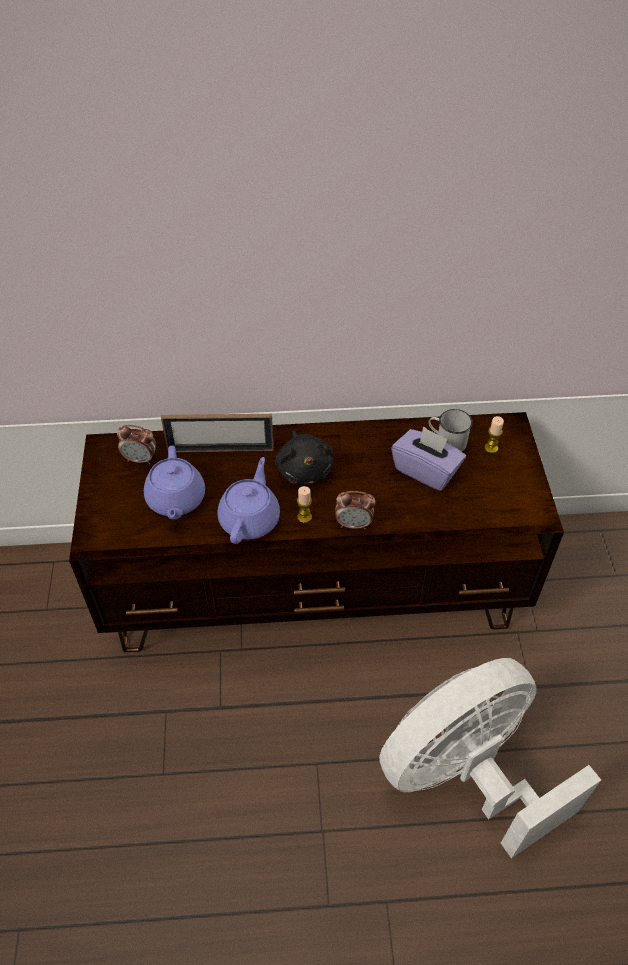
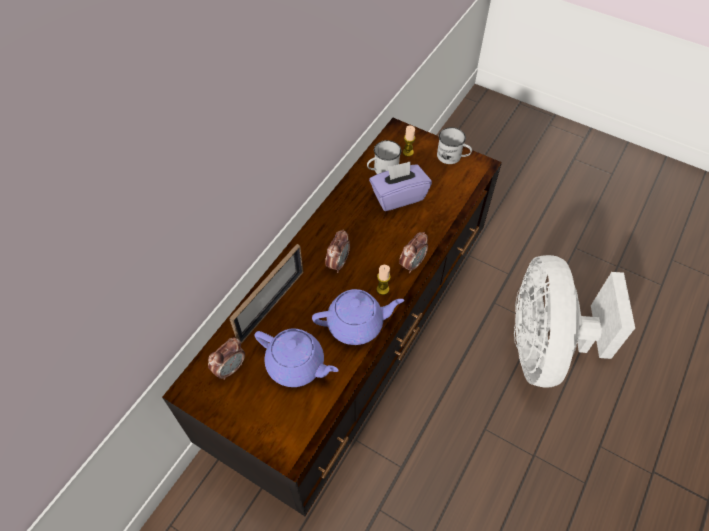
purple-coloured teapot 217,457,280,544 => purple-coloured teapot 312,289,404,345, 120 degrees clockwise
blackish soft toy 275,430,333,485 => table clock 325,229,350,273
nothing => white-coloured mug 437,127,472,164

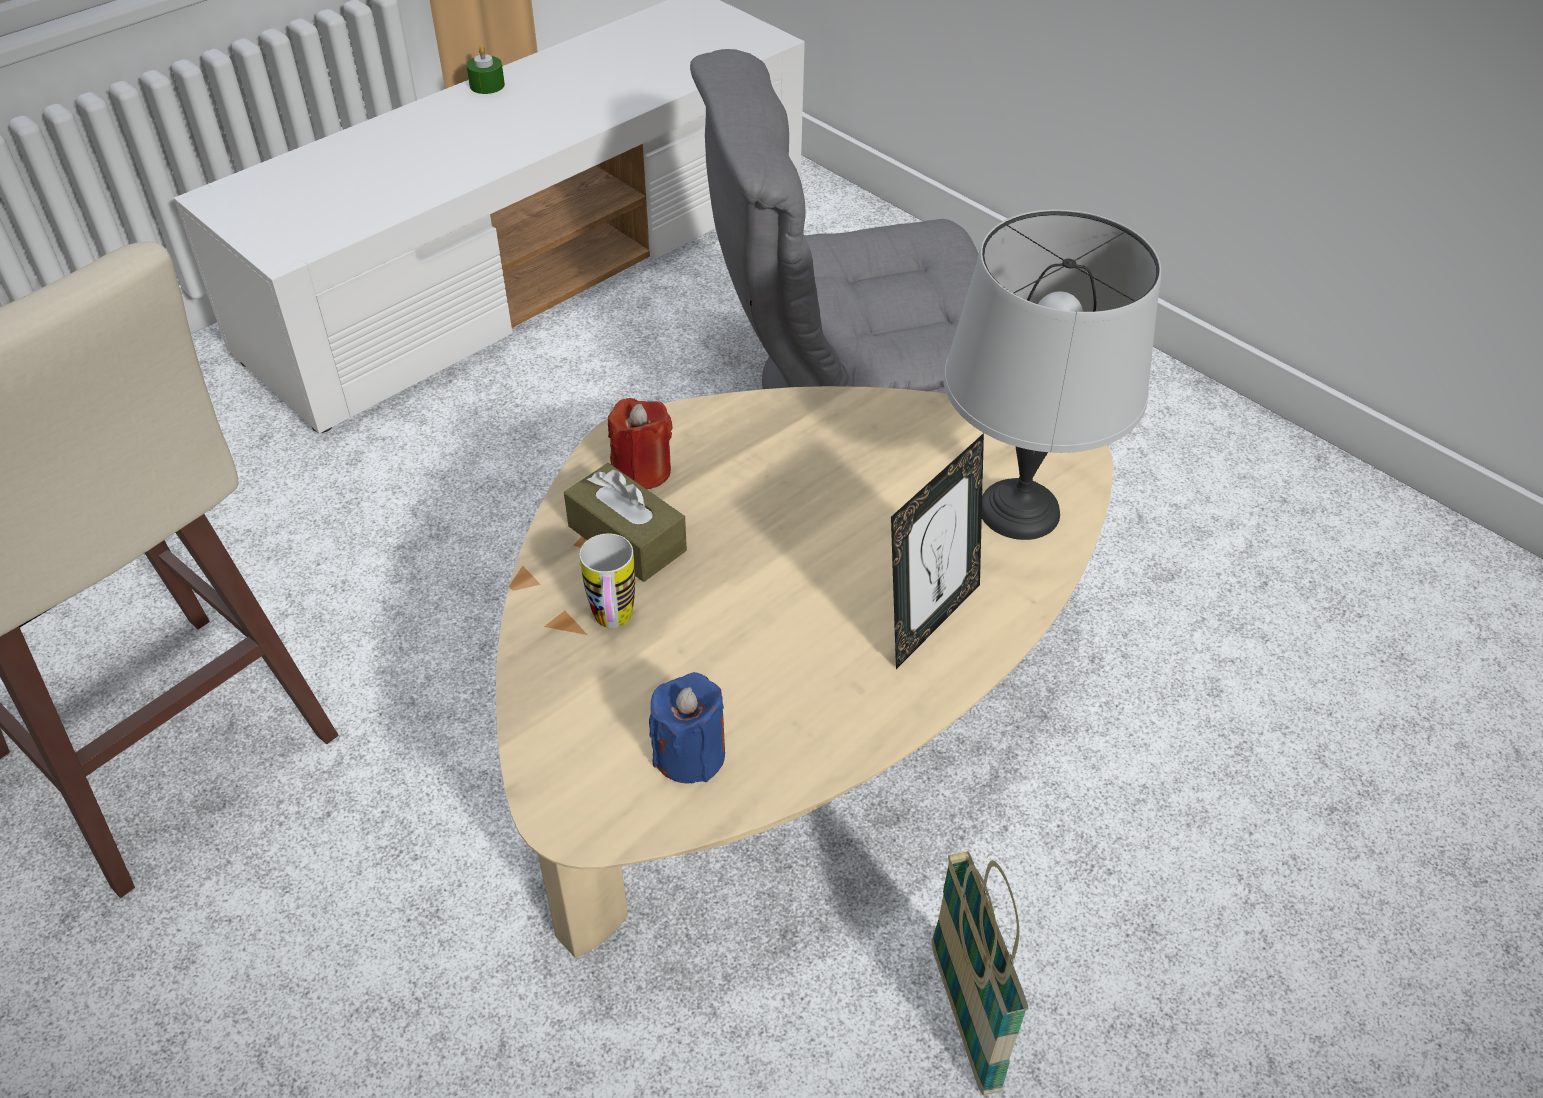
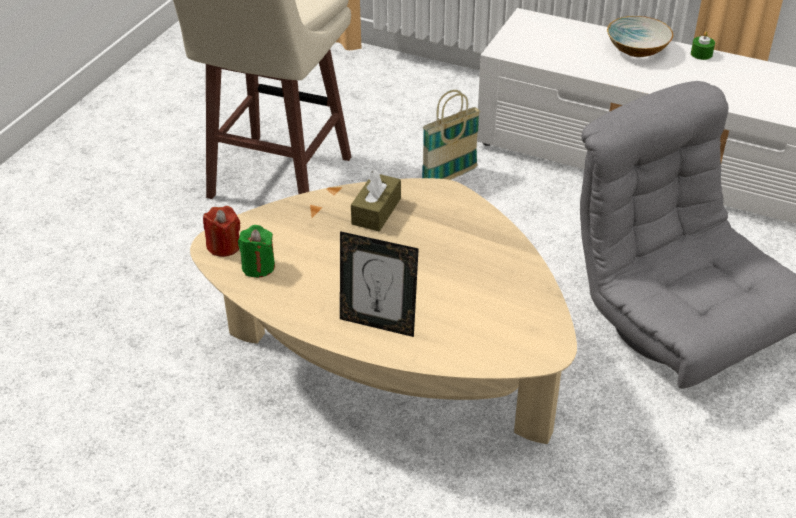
mug 579,534,635,628 => nothing
red-coloured wax light 608,398,673,490 => red-coloured wax light 203,206,240,257, shifted
blue wax light 649,672,725,784 => green-coloured wax light 238,225,275,278
storage basket 931,851,1029,1095 => storage basket 422,90,480,180, shifted
gray tabletop lamp 943,209,1161,540 => nothing
nothing => deep dish 607,16,673,57

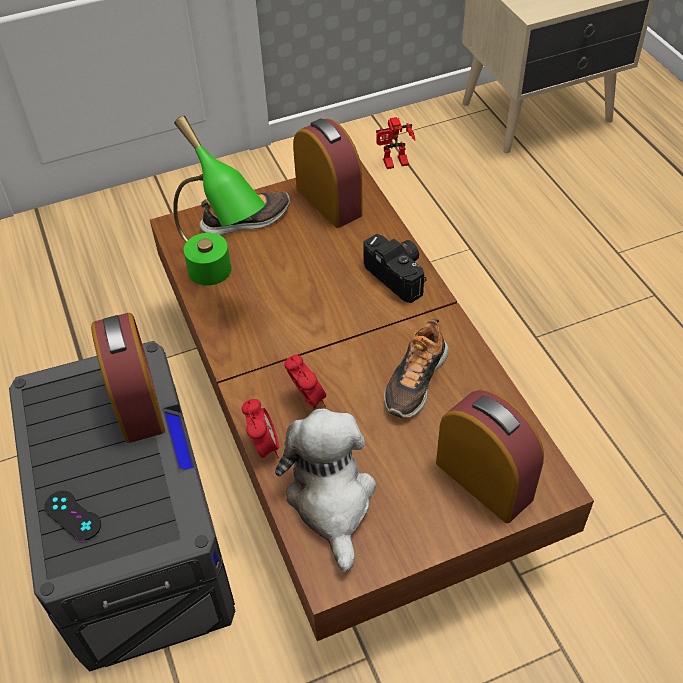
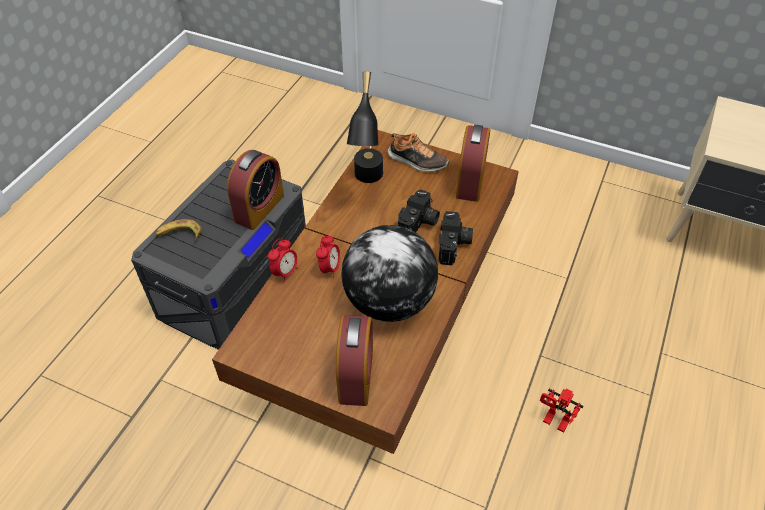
blackish game controller 45,491,101,541 => banana 155,219,202,240
green-coloured tabletop lamp 173,116,265,286 => blackish tabletop lamp 347,71,383,183
soft toy 275,408,376,572 => nothing
robot figure 376,117,415,169 => robot figure 540,388,584,433, shifted
item of footwear 384,319,449,418 => globe 341,225,438,322
nothing => still camera 398,189,440,232

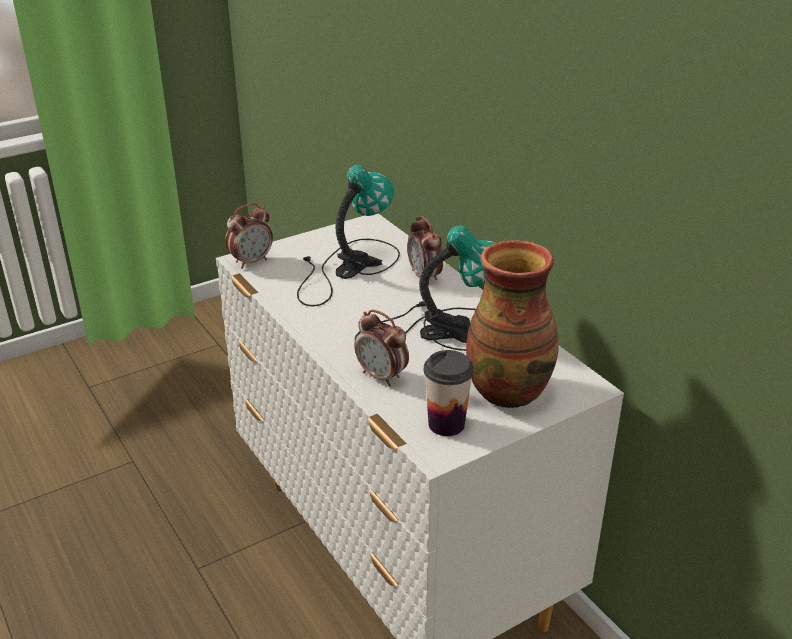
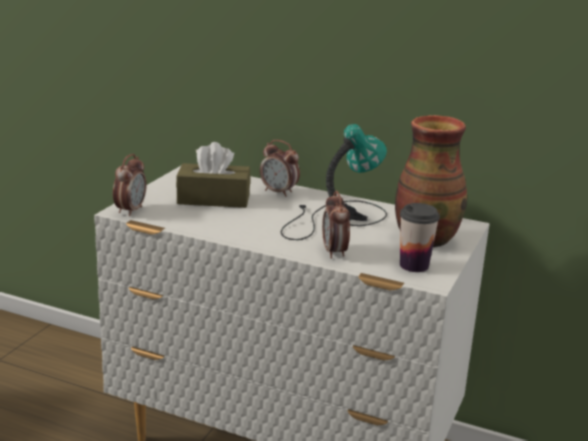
tabletop lamp 297,165,400,307 => brownish tissue box 176,142,251,208
table clock 355,310,409,387 => table clock 322,191,350,259, 75 degrees clockwise

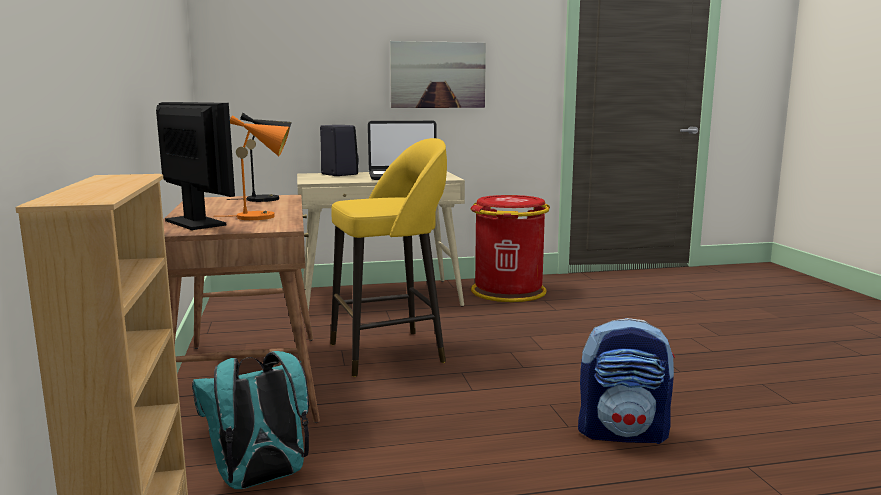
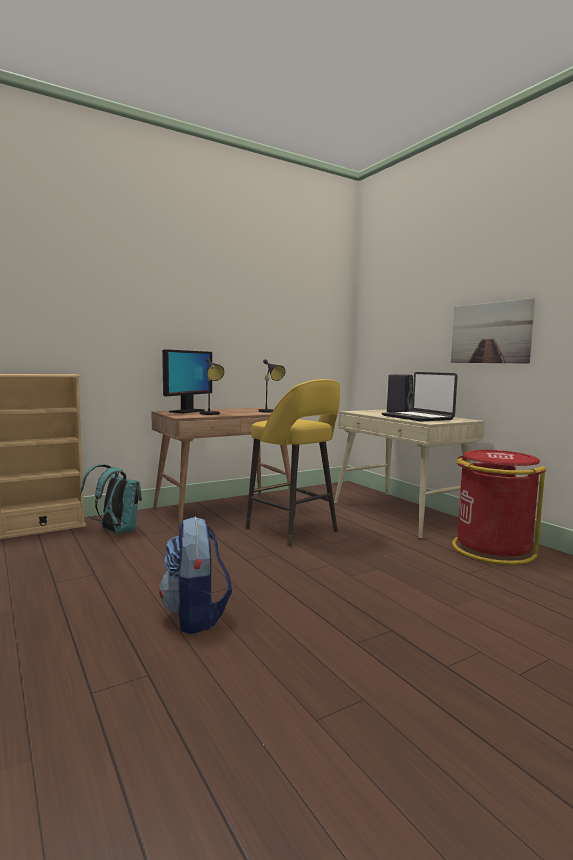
orangey tabletop lamp 214,115,290,220 => blackish tabletop lamp 199,358,224,415

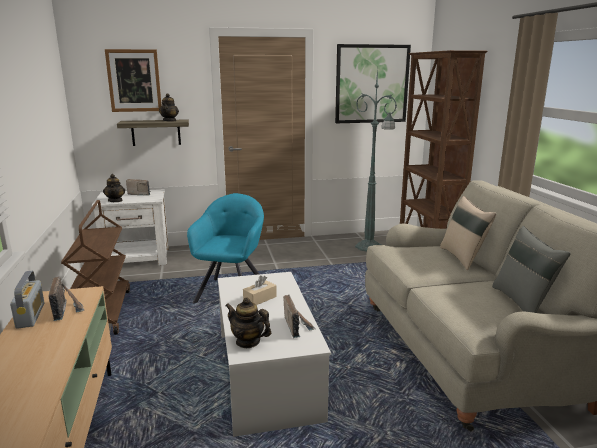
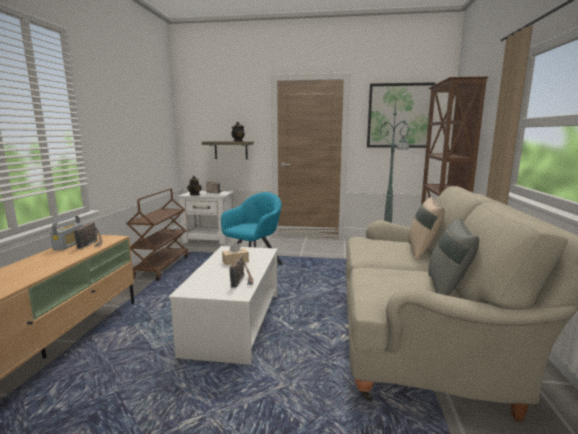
picture 105,49,162,112 => nothing
teapot 225,297,271,348 => nothing

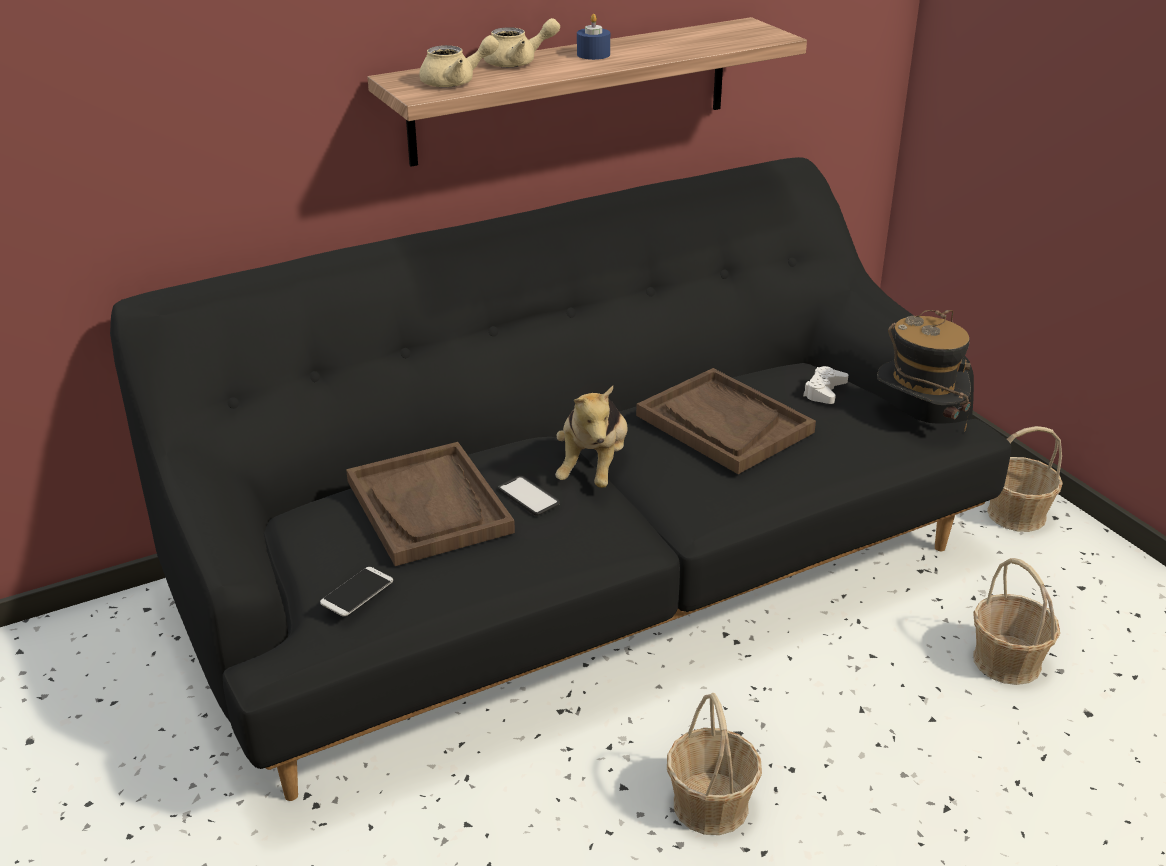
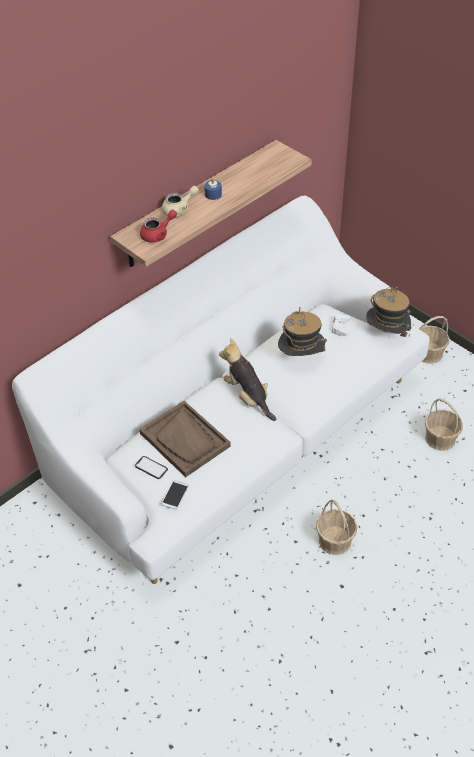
blackish couch 110,157,1011,801 => white-coloured couch 12,196,430,584
sand-coloured teapot 419,35,499,88 => red-coloured teapot 140,210,177,243
telephone 498,476,560,515 => telephone 135,456,168,479, shifted
soft toy 555,386,627,488 => soft toy 219,338,276,421, 150 degrees clockwise
brownish serving tray 636,368,816,474 => wearable hat 278,308,327,356

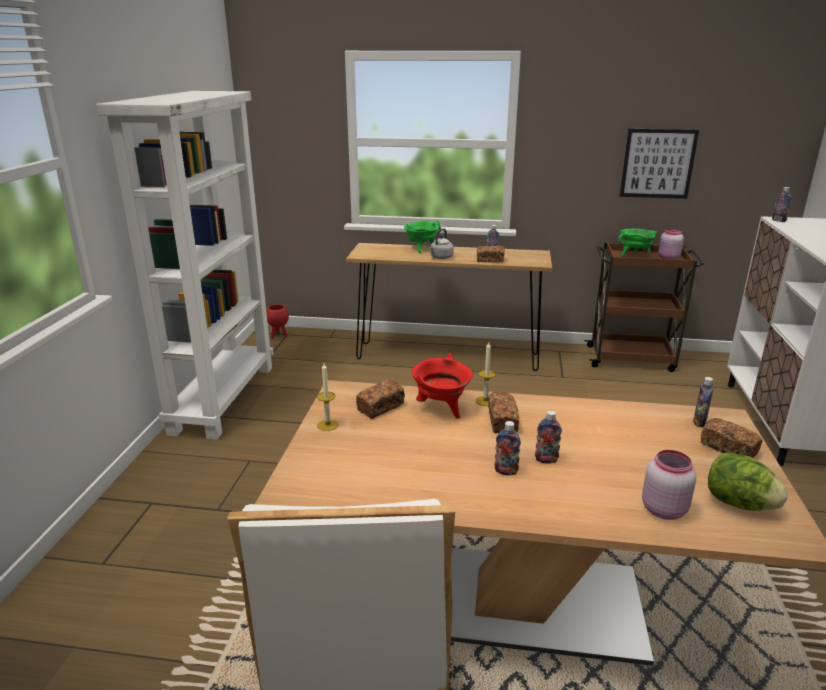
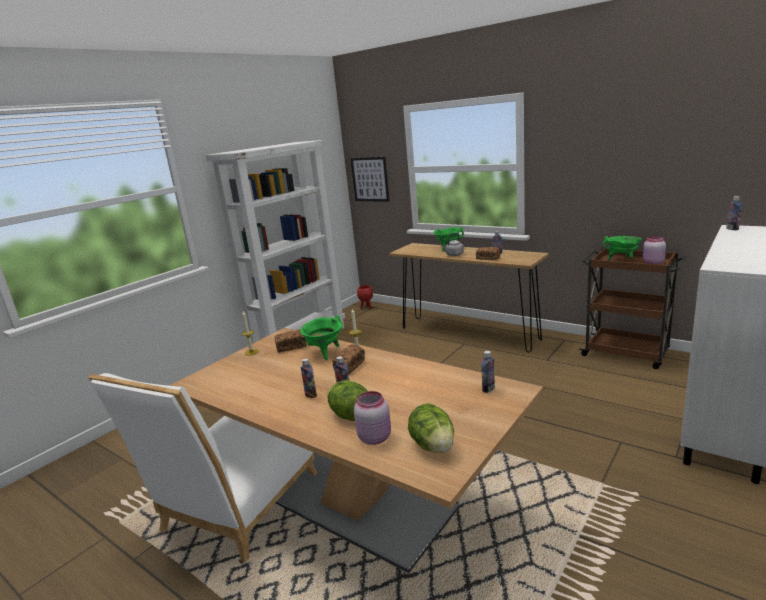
red-coloured cooking pot 411,353,473,418 => green-coloured cooking pot 300,315,343,360
picture 620,129,699,199 => picture 350,157,389,202, shifted
baked bread 701,418,763,458 => nothing
nothing => lettuce 327,380,368,421

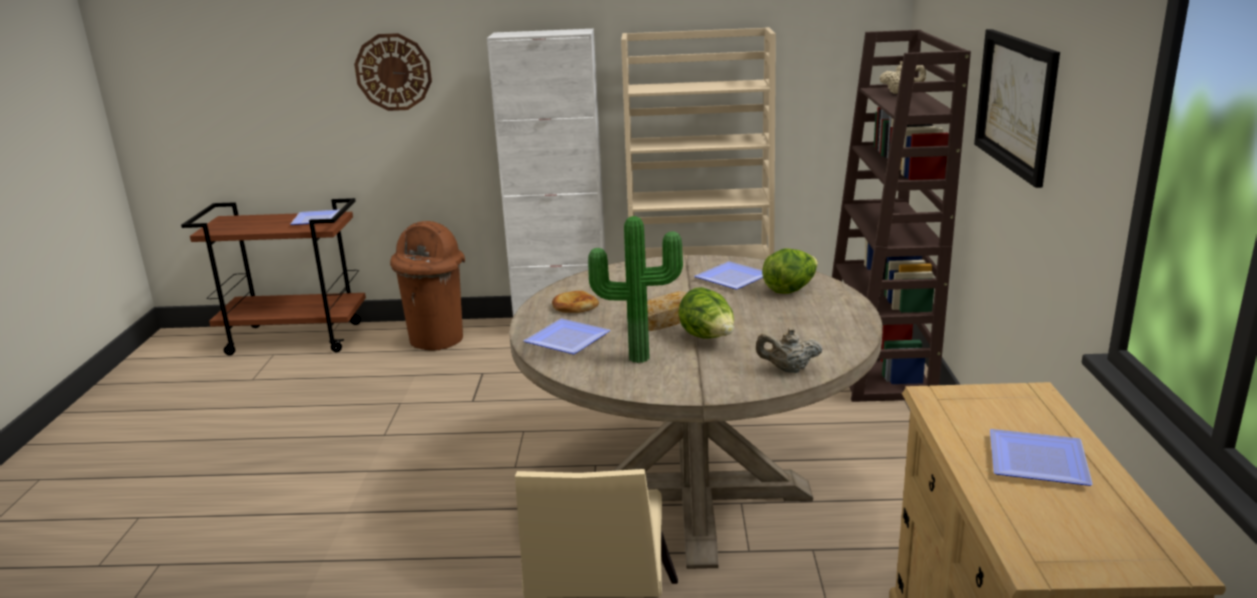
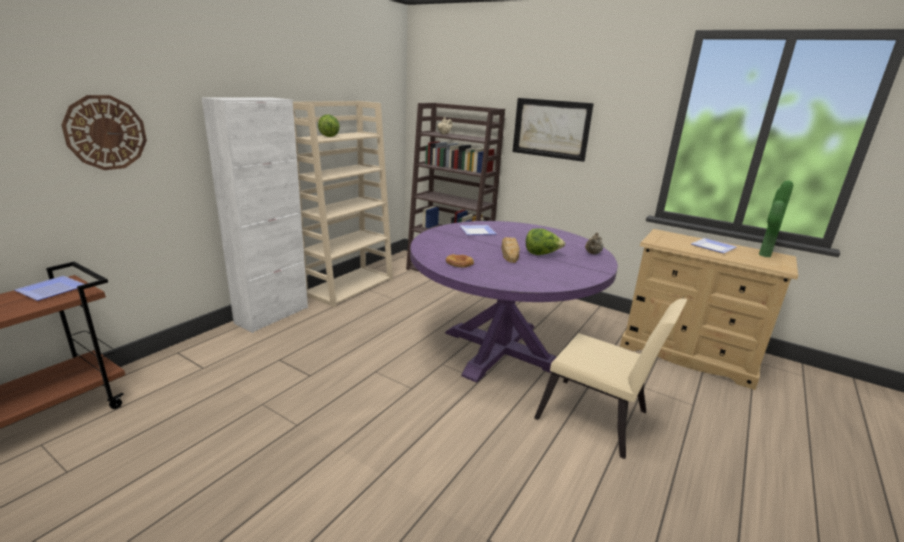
brownish rubbish bin 390,221,465,350 => nothing
sand-coloured dining table 509,255,883,569 => purple-coloured dining table 410,221,618,383
plate 524,319,611,354 => nothing
houseplant 588,216,683,363 => houseplant 759,181,793,257, shifted
lettuce 762,248,818,294 => lettuce 318,114,340,137, shifted

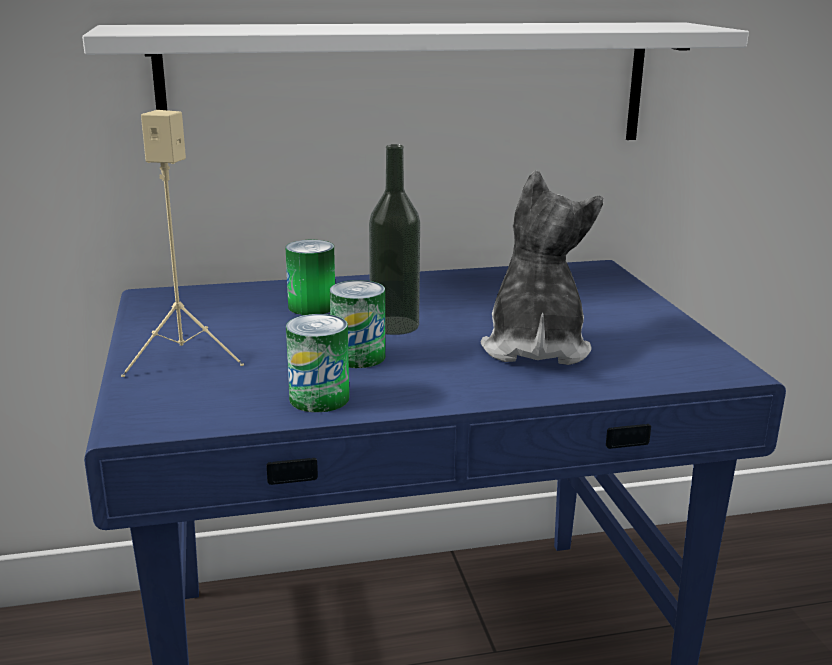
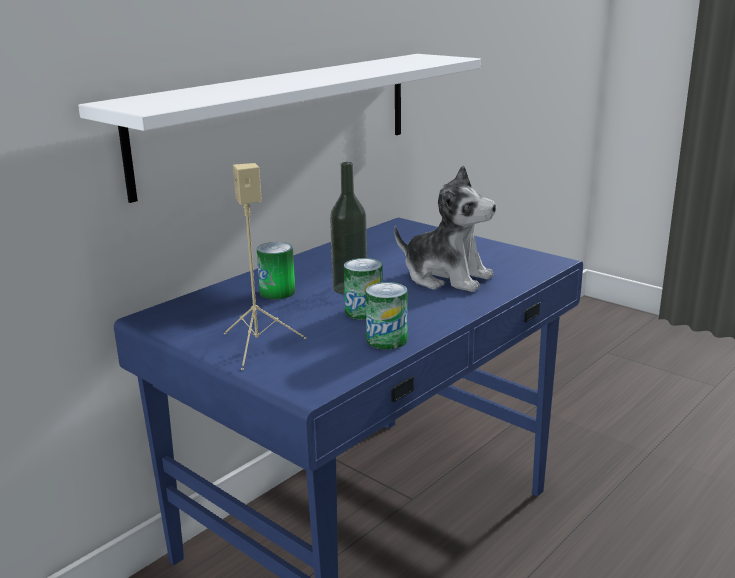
soft toy 481,170,603,365 => soft toy 394,166,497,292, 150 degrees clockwise

